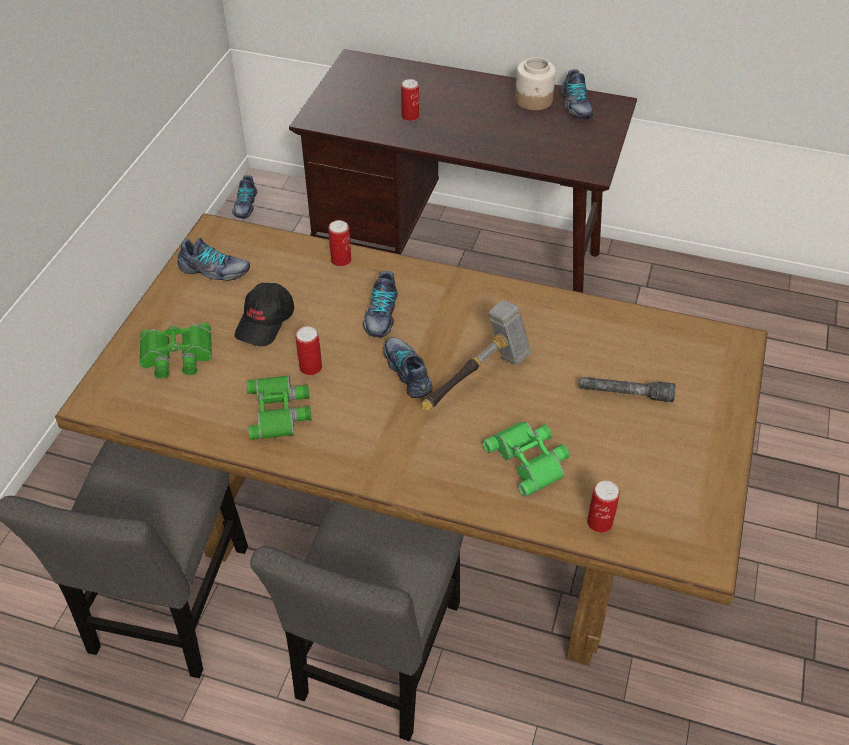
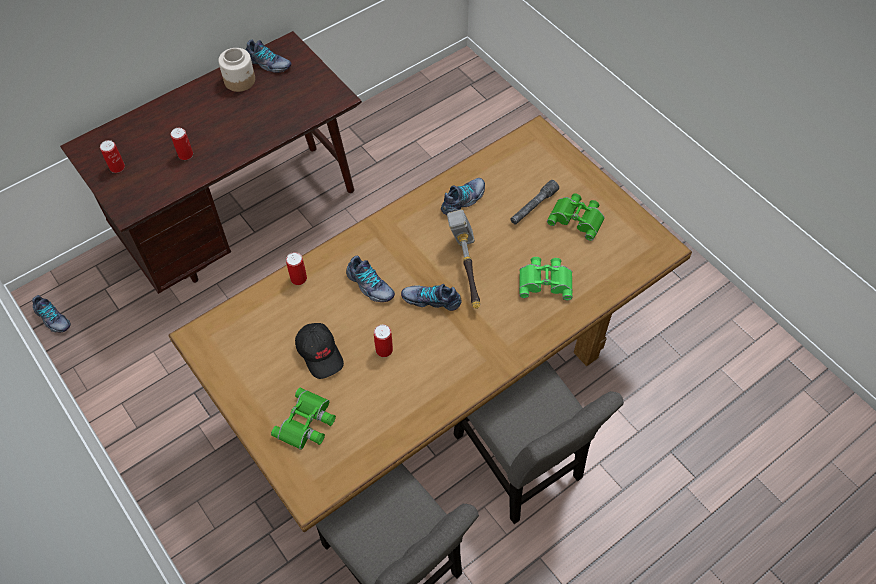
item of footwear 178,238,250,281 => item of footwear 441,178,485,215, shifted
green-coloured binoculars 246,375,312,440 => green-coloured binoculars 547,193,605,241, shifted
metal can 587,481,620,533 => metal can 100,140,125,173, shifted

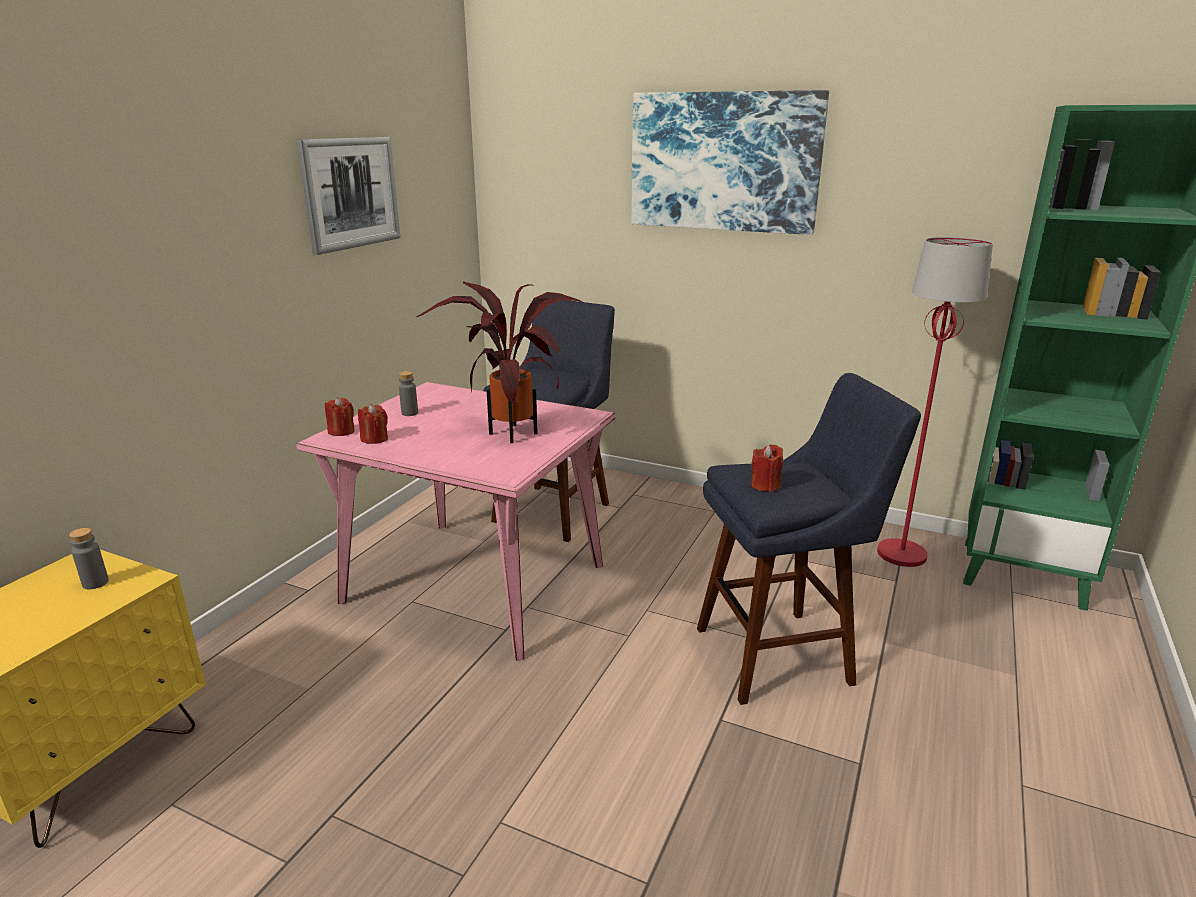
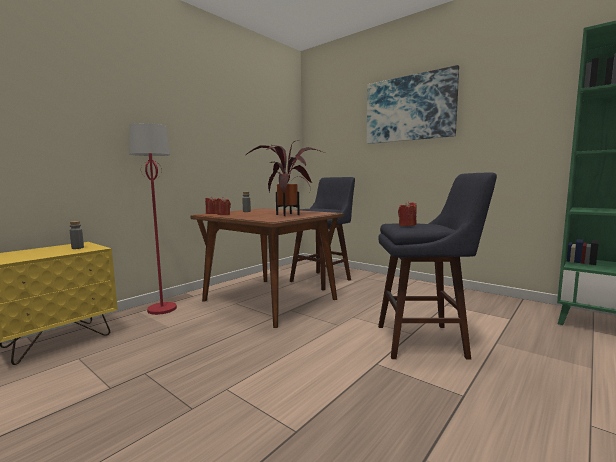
pink-coloured dining table 296,382,615,661 => brownish dining table 190,208,344,328
picture 297,137,400,255 => nothing
red-coloured standard lamp 877,237,993,567 => red-coloured standard lamp 129,123,177,315, shifted

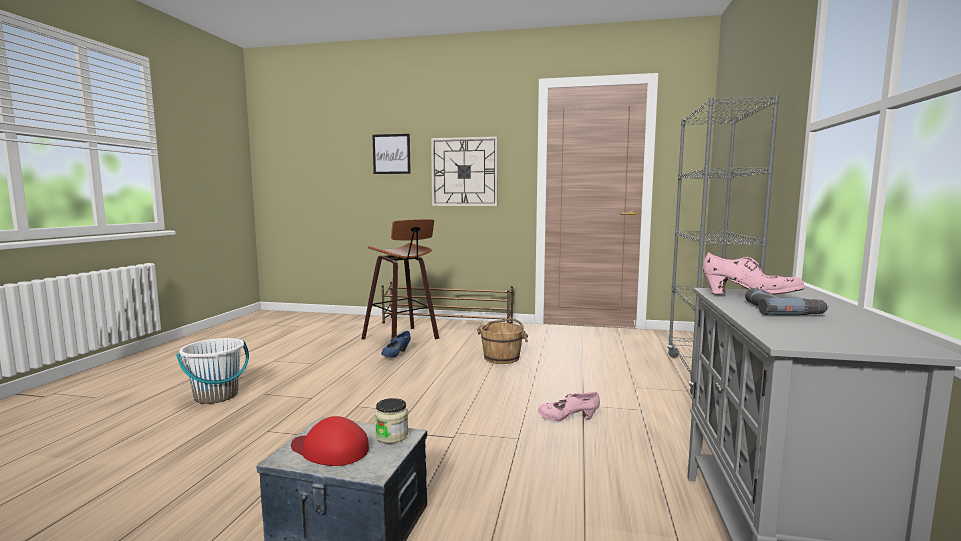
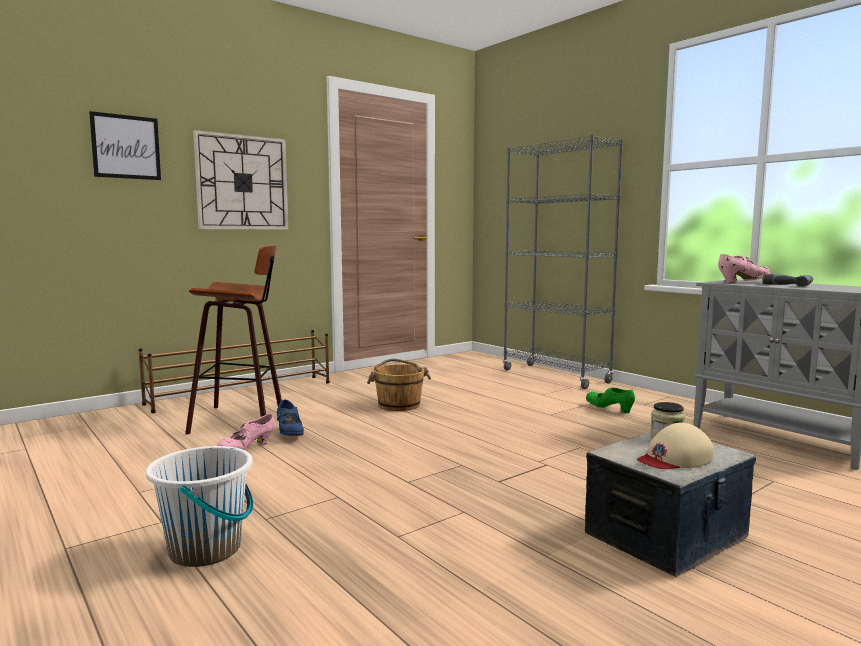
red-coloured baseball cap 291,416,369,466 => sand-coloured baseball cap 637,423,714,469
pink-coloured item of footwear 538,392,600,421 => pink-coloured item of footwear 217,414,275,450, shifted
nothing => green-coloured item of footwear 586,388,635,413

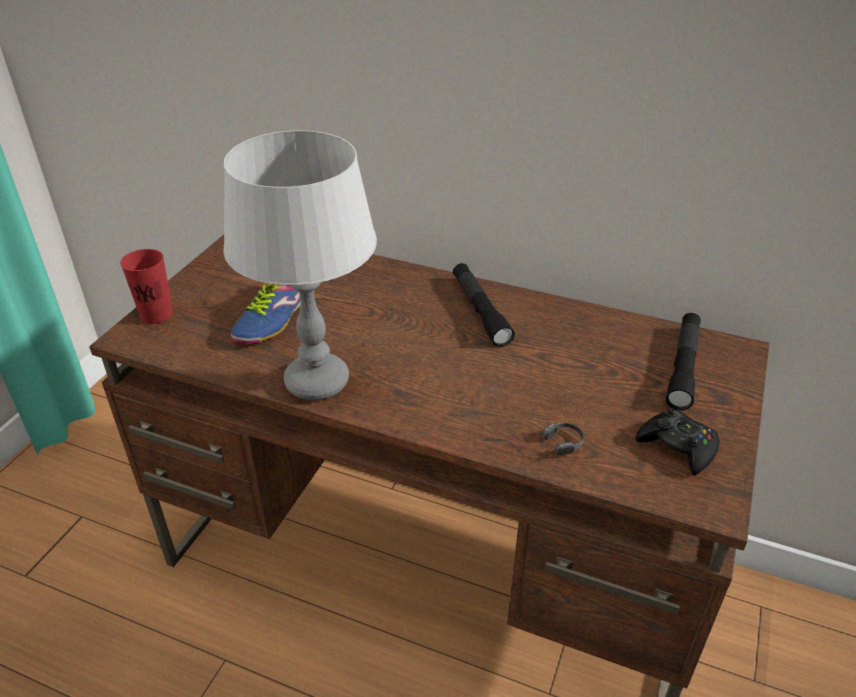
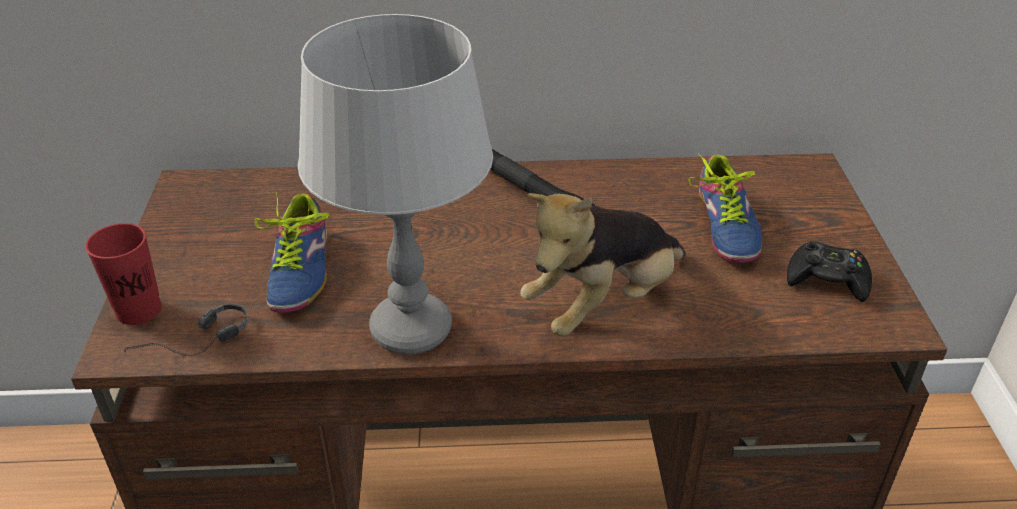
headphones 483,422,584,460 => headphones 124,304,248,356, shifted
blackish flashlight 666,313,701,410 => nothing
nothing => soft toy 520,193,686,337
nothing => item of footwear 688,153,762,263

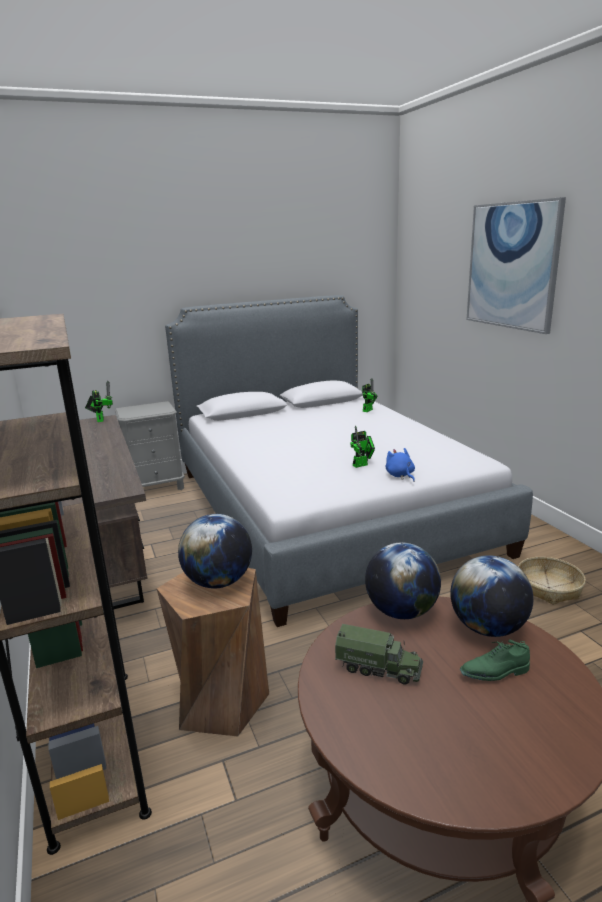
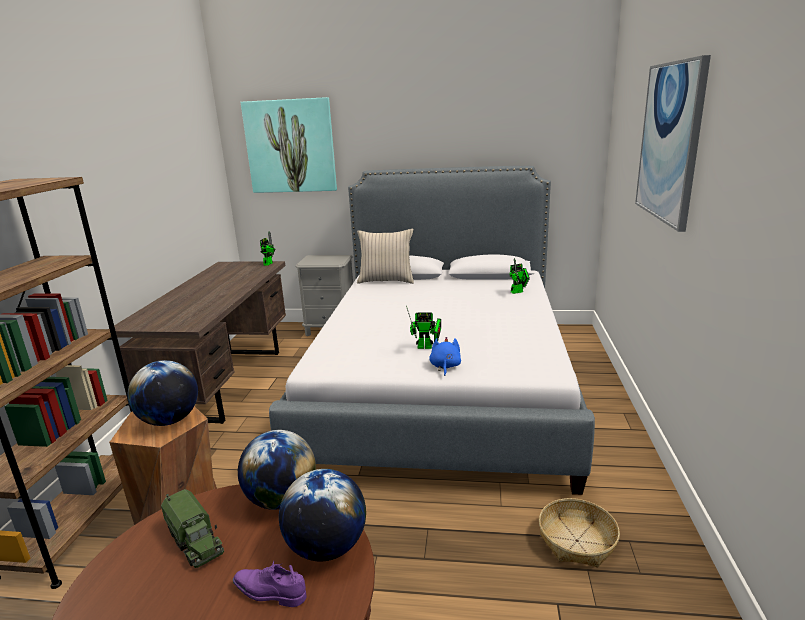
green-coloured item of footwear 460,639,530,681 => purple-coloured item of footwear 233,561,307,607
nothing => picture 241,97,337,193
nothing => sand-coloured cushion 357,229,414,284

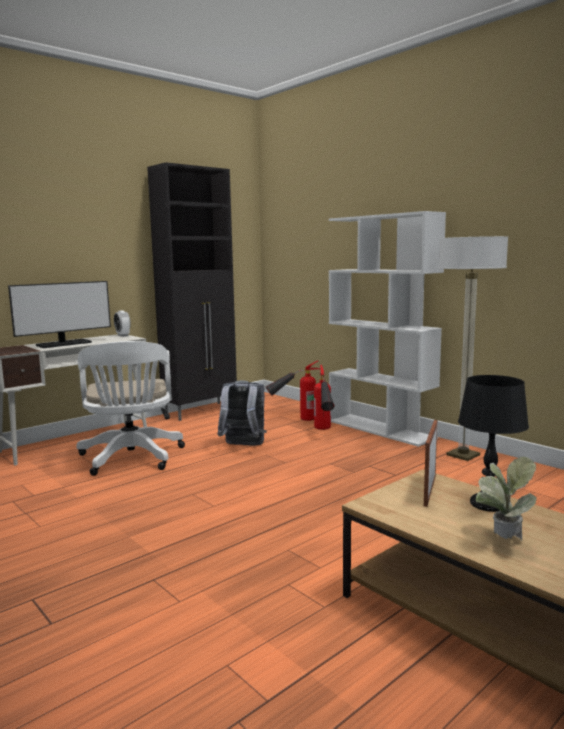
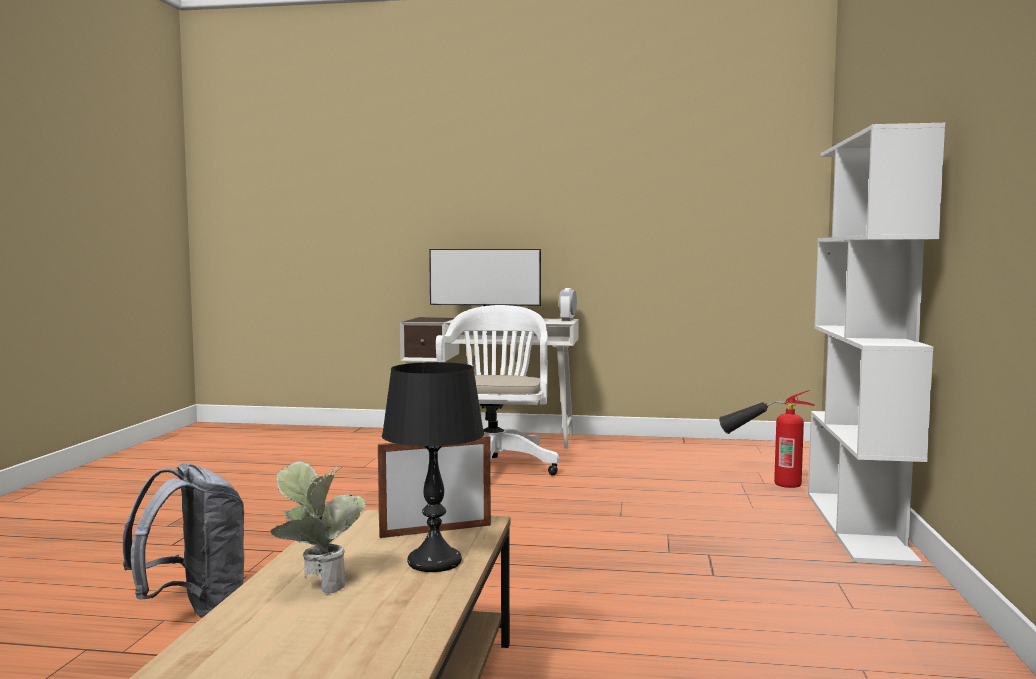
white-coloured computer chair 76,341,185,476 => white-coloured computer chair 436,305,559,476, 150 degrees clockwise
blackish cupboard 147,162,237,421 => nothing
gray knapsack 217,380,267,446 => gray knapsack 123,463,246,618, shifted
extinguisher 314,365,335,430 => nothing
standard lamp 438,236,508,461 => nothing

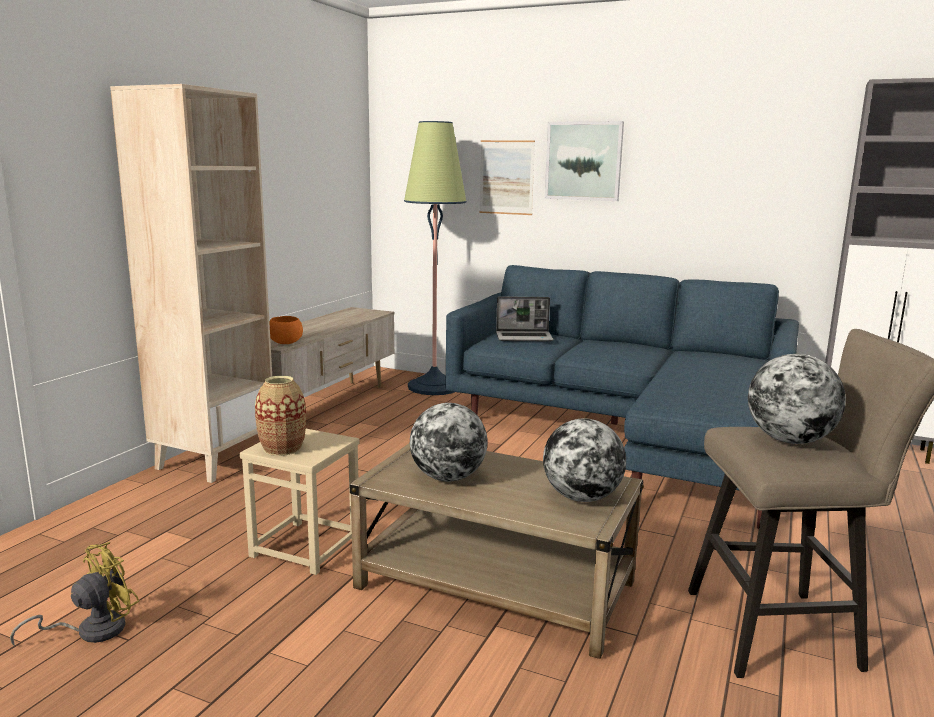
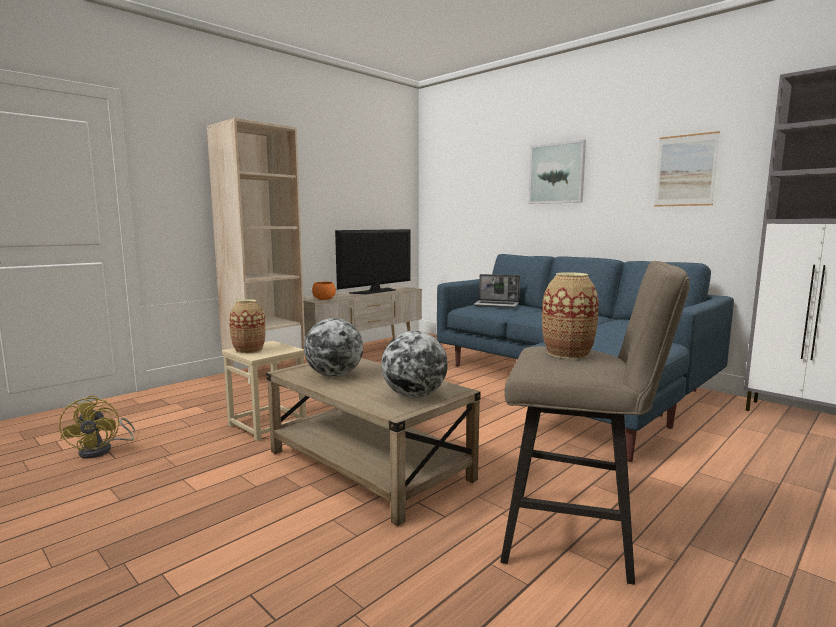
yellow electric fan 10,542,139,646 => yellow electric fan 59,395,135,458, 105 degrees clockwise
standard lamp 404,121,466,395 => nothing
picture 479,140,535,215 => picture 654,131,720,207, shifted
globe 748,354,846,444 => vase 542,272,599,359
nothing => television 335,229,411,294

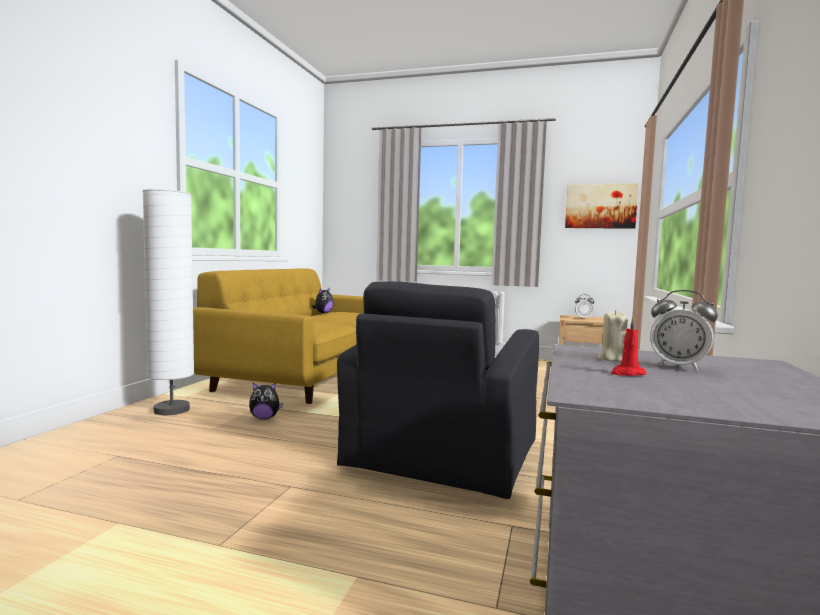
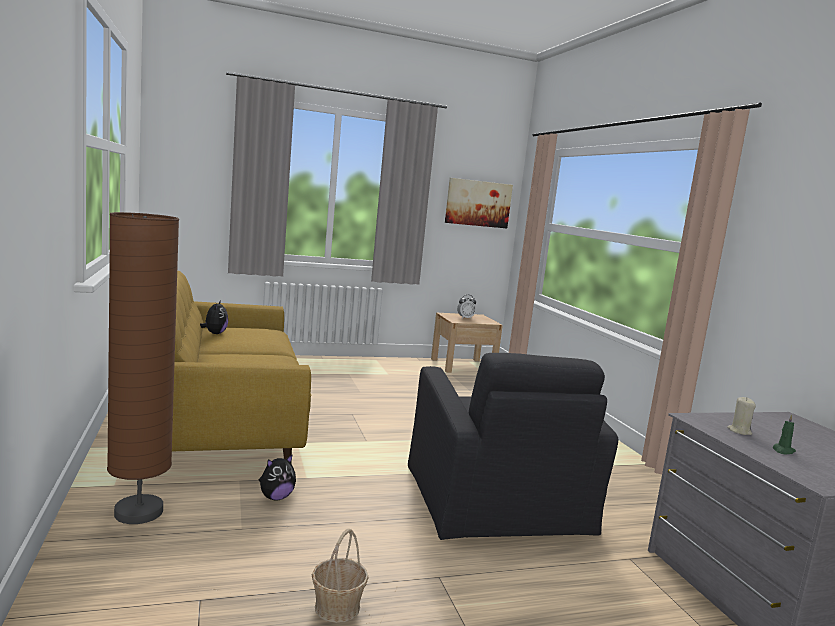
white-coloured standard lamp 142,189,194,415 => brownish standard lamp 107,212,179,524
red-coloured wax light 611,318,647,376 => green-coloured wax light 773,414,796,455
table clock 650,290,718,371 => nothing
nothing => storage basket 312,529,369,623

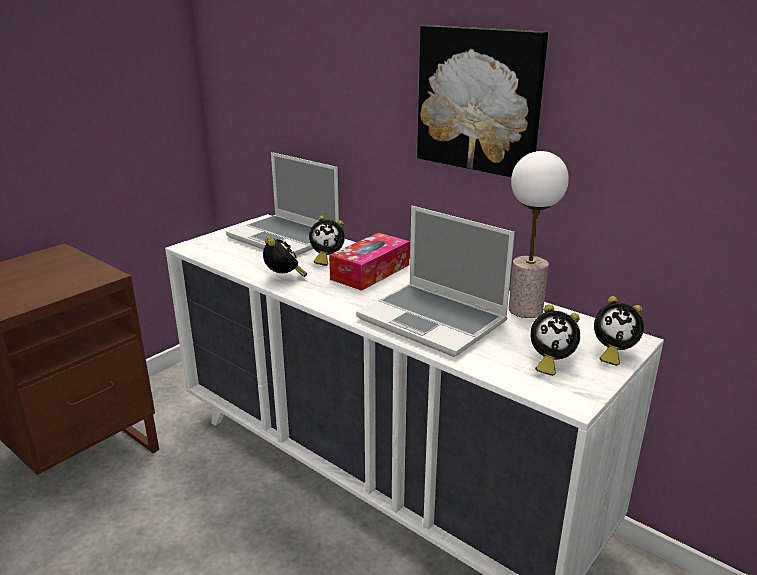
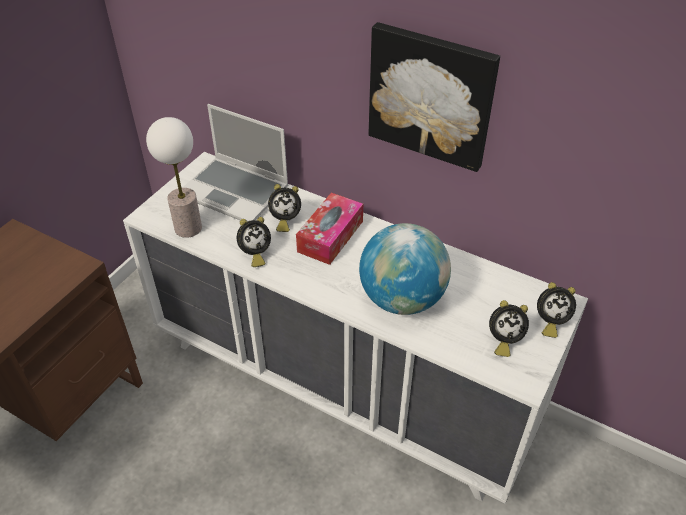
table clock 263,237,307,277 => table clock 236,217,271,267, 90 degrees clockwise
portable computer 356,206,515,357 => globe 359,223,451,315
tabletop lamp 509,151,569,318 => tabletop lamp 146,117,202,238, shifted

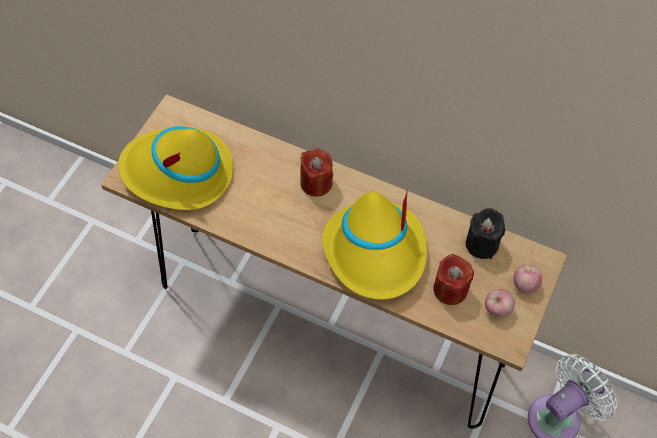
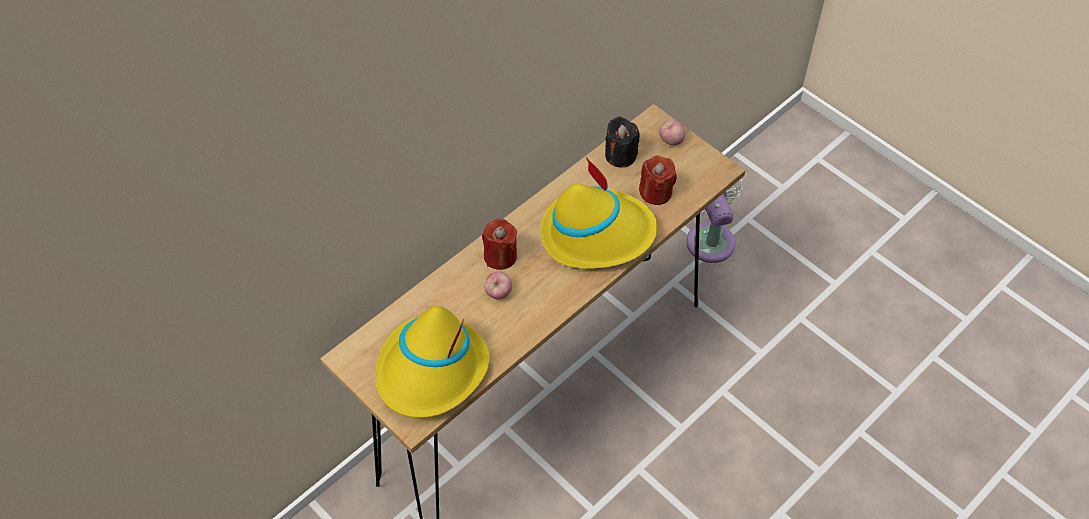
apple 485,289,515,317 => apple 484,271,512,300, shifted

